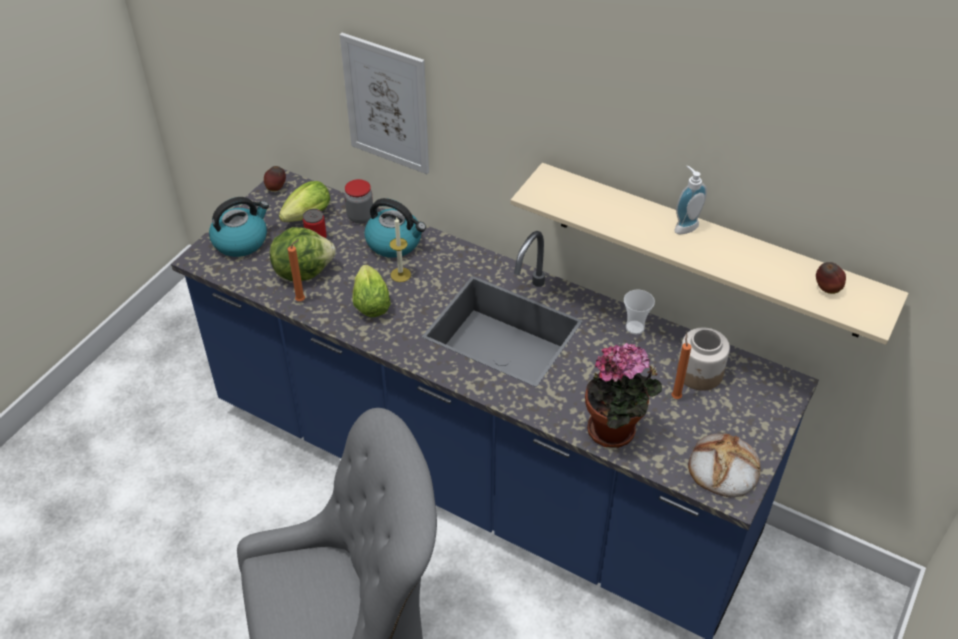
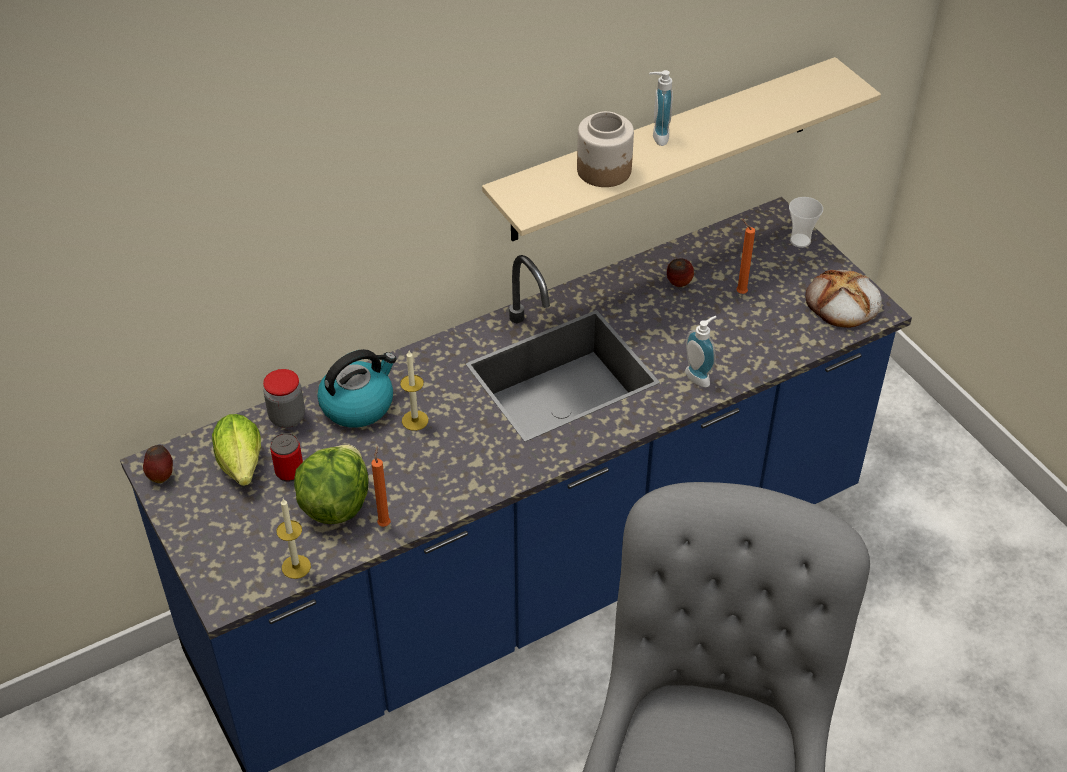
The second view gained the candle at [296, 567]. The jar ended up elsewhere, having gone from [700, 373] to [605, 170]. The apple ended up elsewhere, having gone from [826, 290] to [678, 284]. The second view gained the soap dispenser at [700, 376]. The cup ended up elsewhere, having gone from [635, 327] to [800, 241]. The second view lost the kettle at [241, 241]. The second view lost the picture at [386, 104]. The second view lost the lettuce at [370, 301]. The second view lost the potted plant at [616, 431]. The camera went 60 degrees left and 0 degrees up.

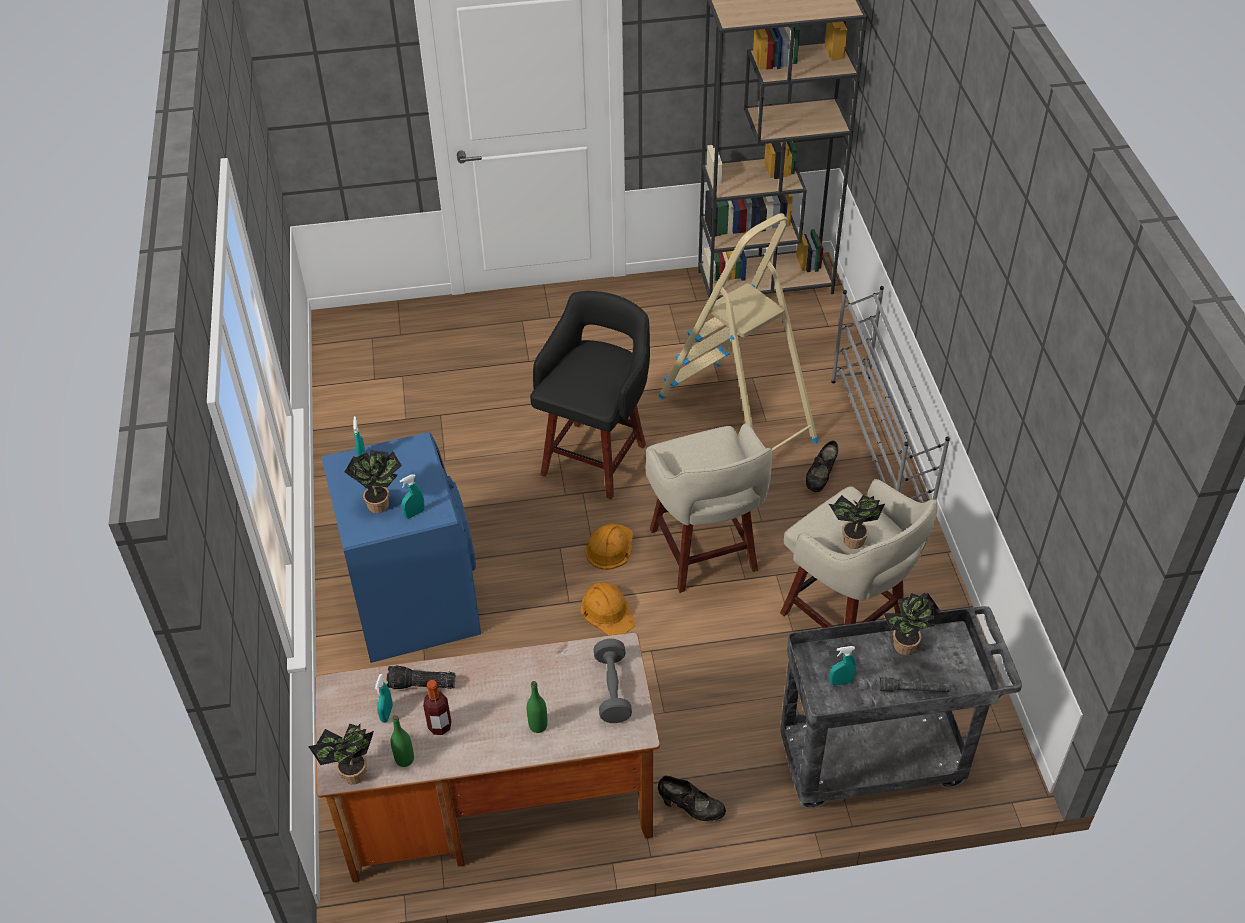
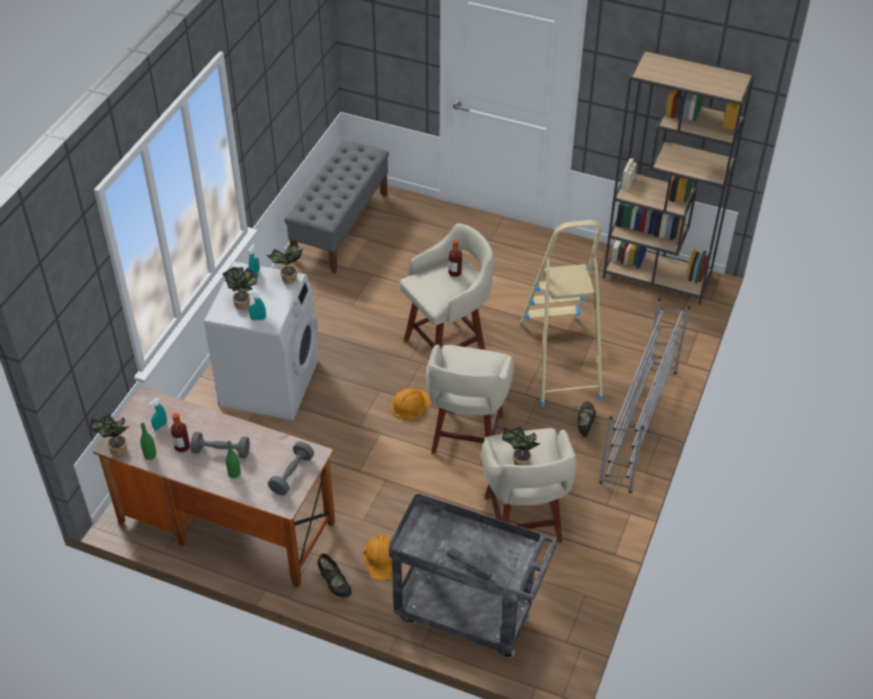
The second view gained the dumbbell (grey) at [221, 451]. What was the washing machine (blue) at [416, 600] turned into the washing machine (white) at [271, 382]. The potted plant ended up elsewhere, having gone from [905, 649] to [288, 280]. The second view gained the bench (grey) at [340, 226]. The hard hat (orange) ended up elsewhere, having gone from [607, 611] to [382, 558]. What was the stool (black) at [596, 457] turned into the stool (beige) at [448, 344]. The second view gained the bottle at [455, 273]. The shoe (black) at [820, 476] ended up facing another way, 135 degrees clockwise from before. The second view lost the flashlight at [421, 685]. The second view lost the spray bottle (turquoise) at [840, 682]. The camera went 30 degrees right and 0 degrees up.

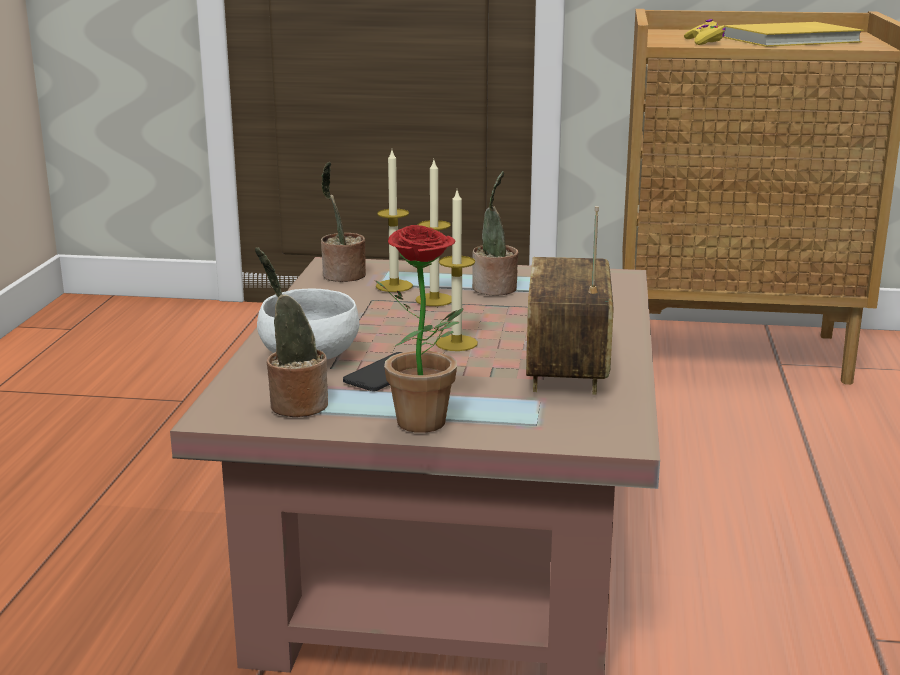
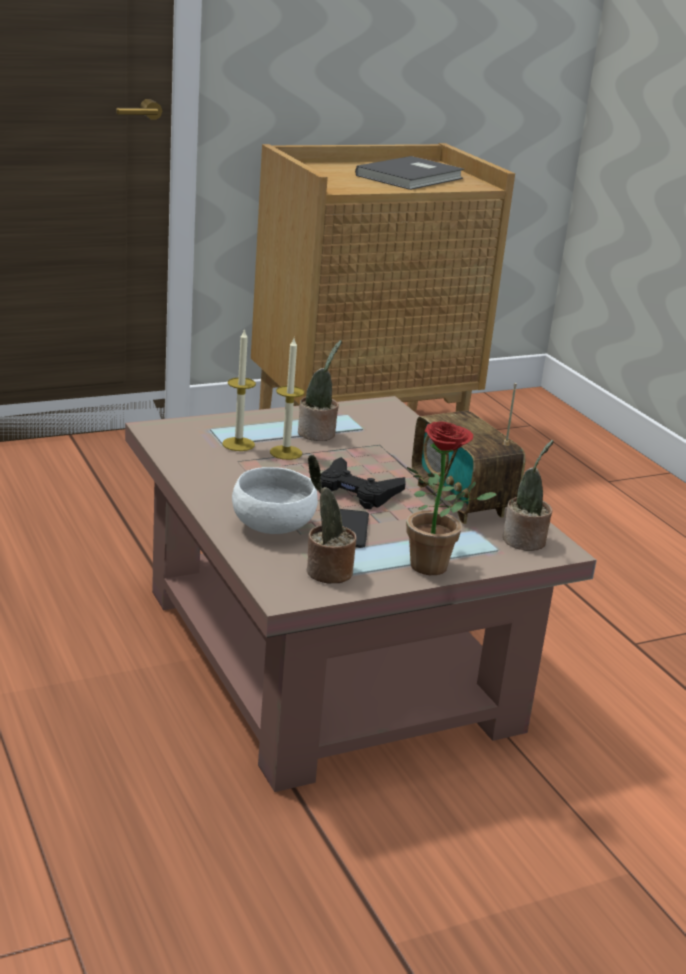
Where the candle stood at [456, 343], the game controller (black) came to stand at [357, 491]. What was the book (yellow) at [794, 40] turned into the book (grey) at [412, 177]. The potted plant ended up elsewhere, having gone from [342, 276] to [525, 542]. The second view lost the game controller (yellow) at [704, 42]. The camera went 35 degrees left and 5 degrees up.

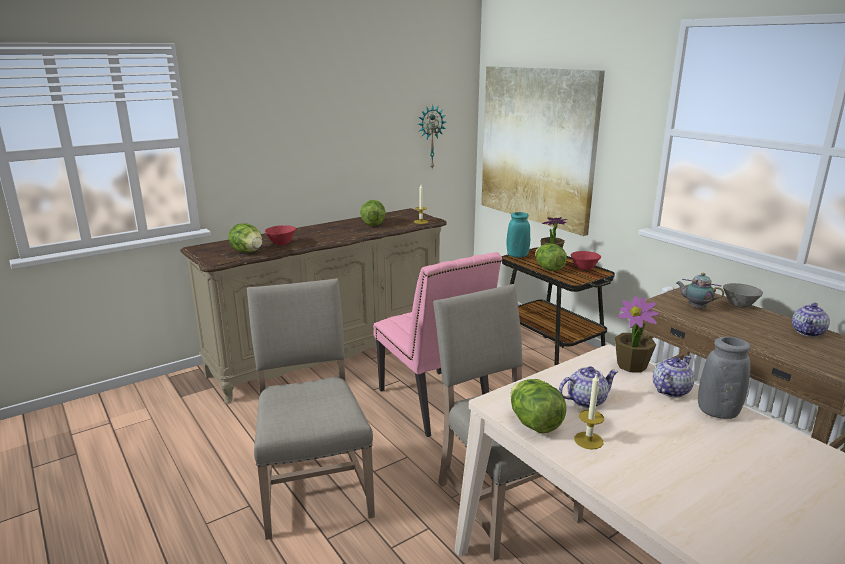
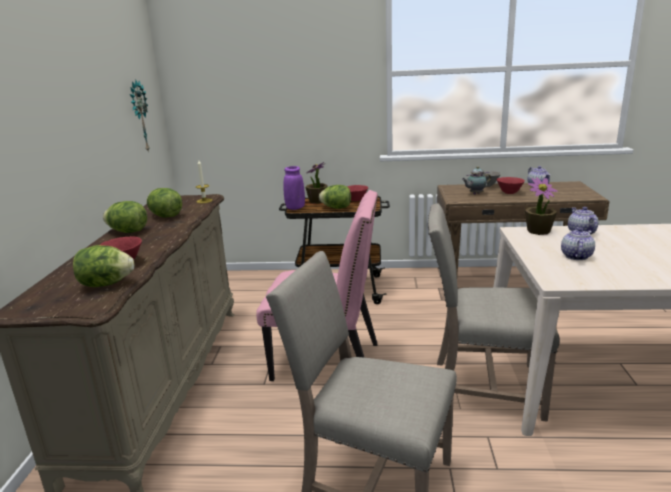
The lettuce ended up elsewhere, having gone from [534, 424] to [128, 232]. What was the vase (turquoise) at [517, 256] turned into the vase (purple) at [295, 208]. The second view gained the bowl (red) at [509, 193]. The second view lost the picture at [537, 146]. The second view lost the candle at [588, 440]. The second view lost the vase (grey) at [717, 412]. The camera went 50 degrees left and 0 degrees up.

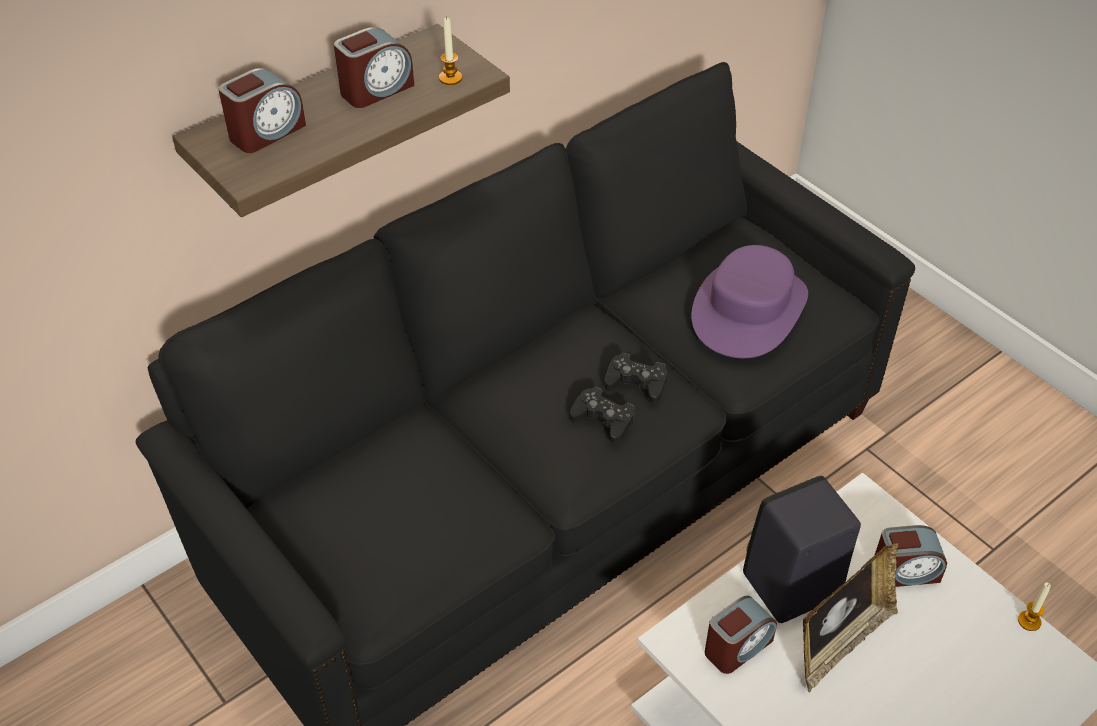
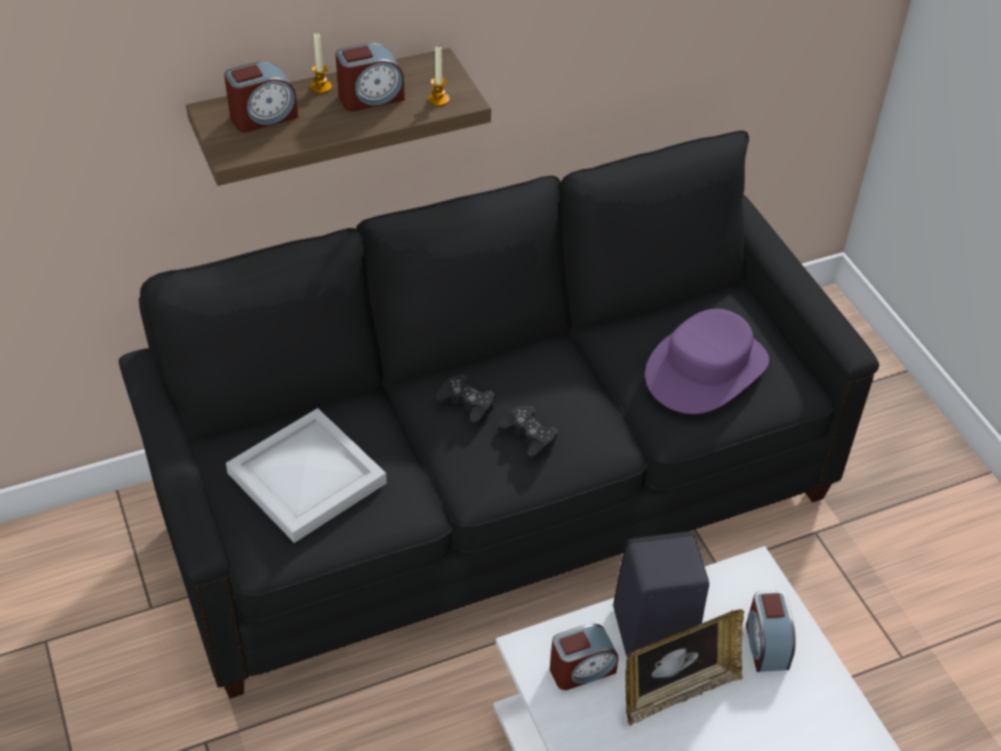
The second view gained the tray (white) at [304, 478]. The candle ended up elsewhere, having gone from [1029, 621] to [321, 87]. The game controller (black) ended up elsewhere, having gone from [636, 383] to [466, 405]. The alarm clock at [905, 571] ended up facing another way, 75 degrees clockwise from before. The camera went 15 degrees right and 0 degrees up.

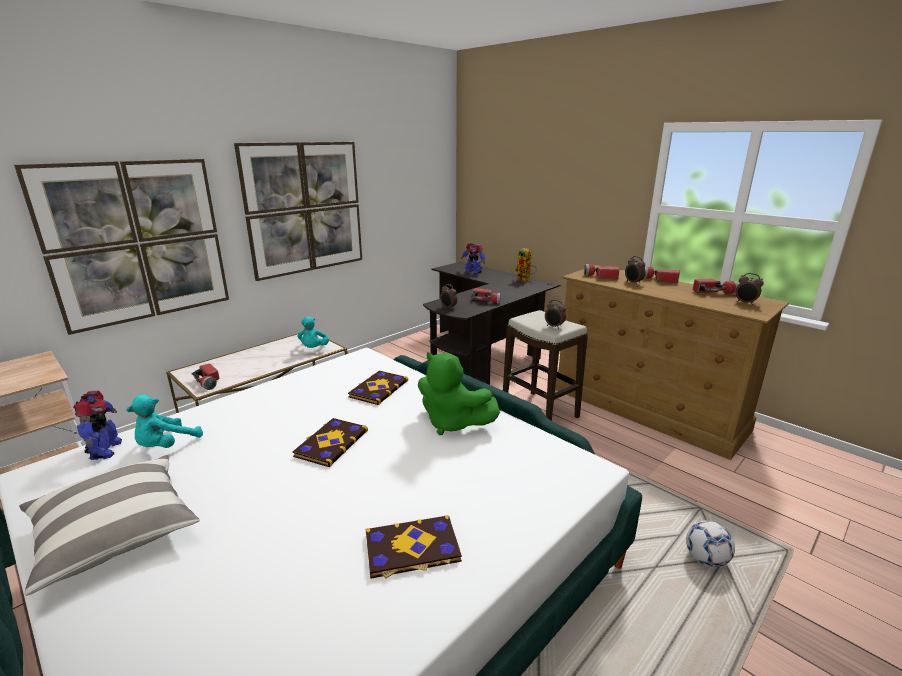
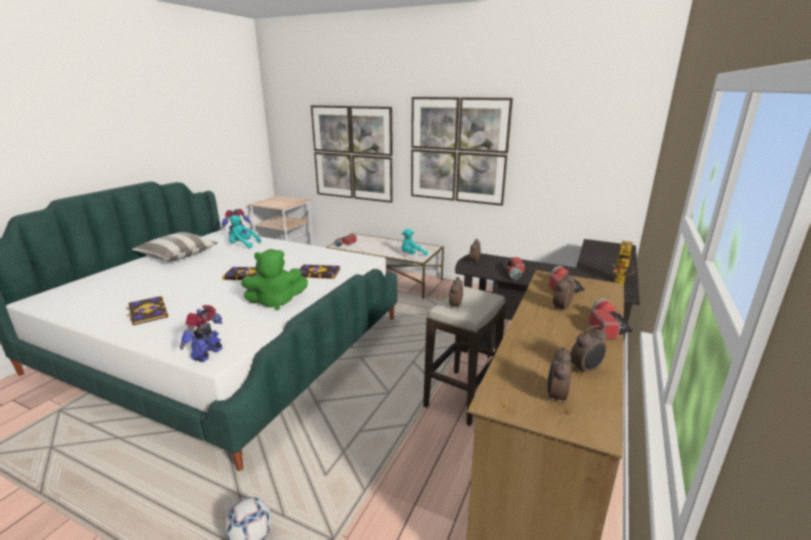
The toy robot ended up elsewhere, having gone from [473, 272] to [208, 354]. The plush toy (green) at [452, 423] ended up facing another way, 120 degrees counterclockwise from before. Where the flashlight stood at [714, 293], the alarm clock came to stand at [586, 370]. The camera went 70 degrees right and 0 degrees up.

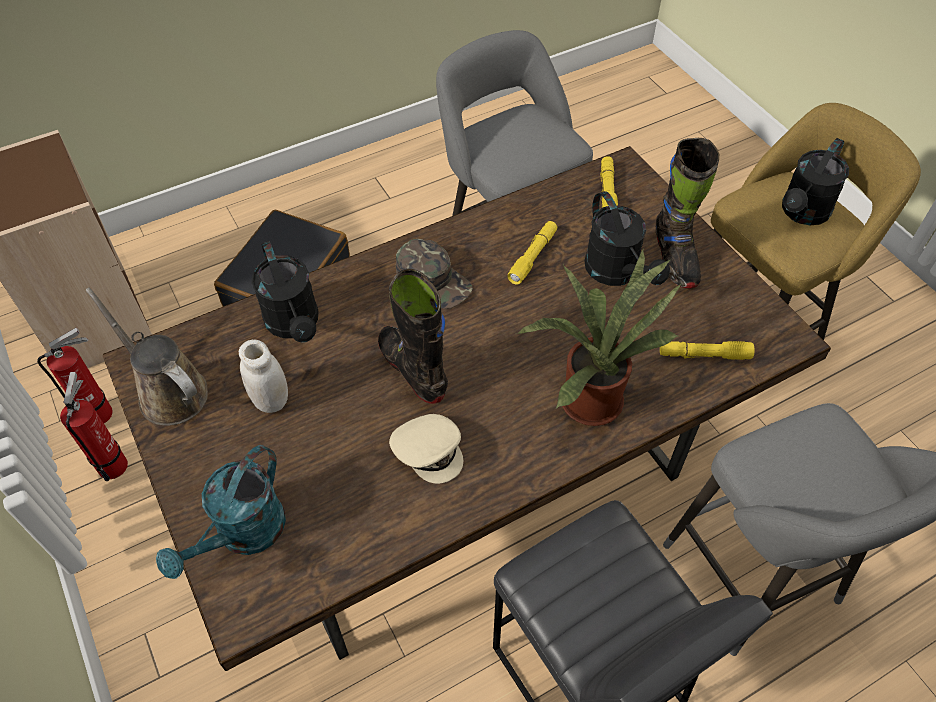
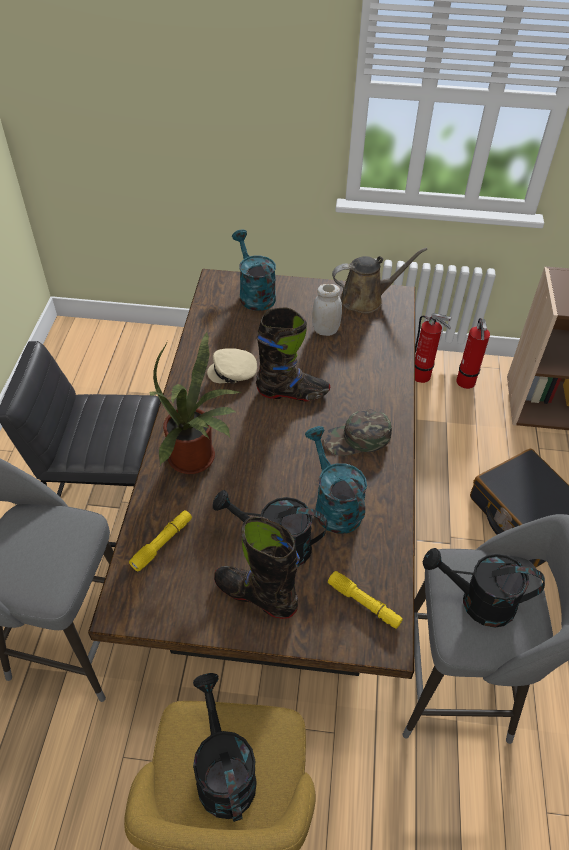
Where the flashlight (yellow) stood at [533, 257], the watering can (turquoise) came to stand at [333, 505]. The watering can (black) ended up elsewhere, having gone from [295, 324] to [477, 602]. The camera went 125 degrees right and 5 degrees down.

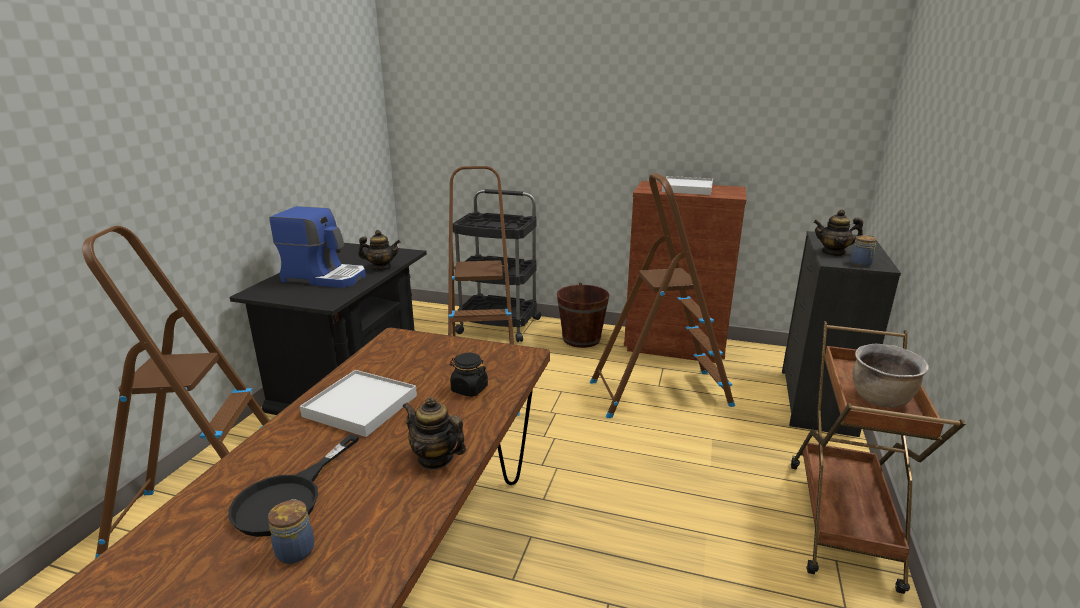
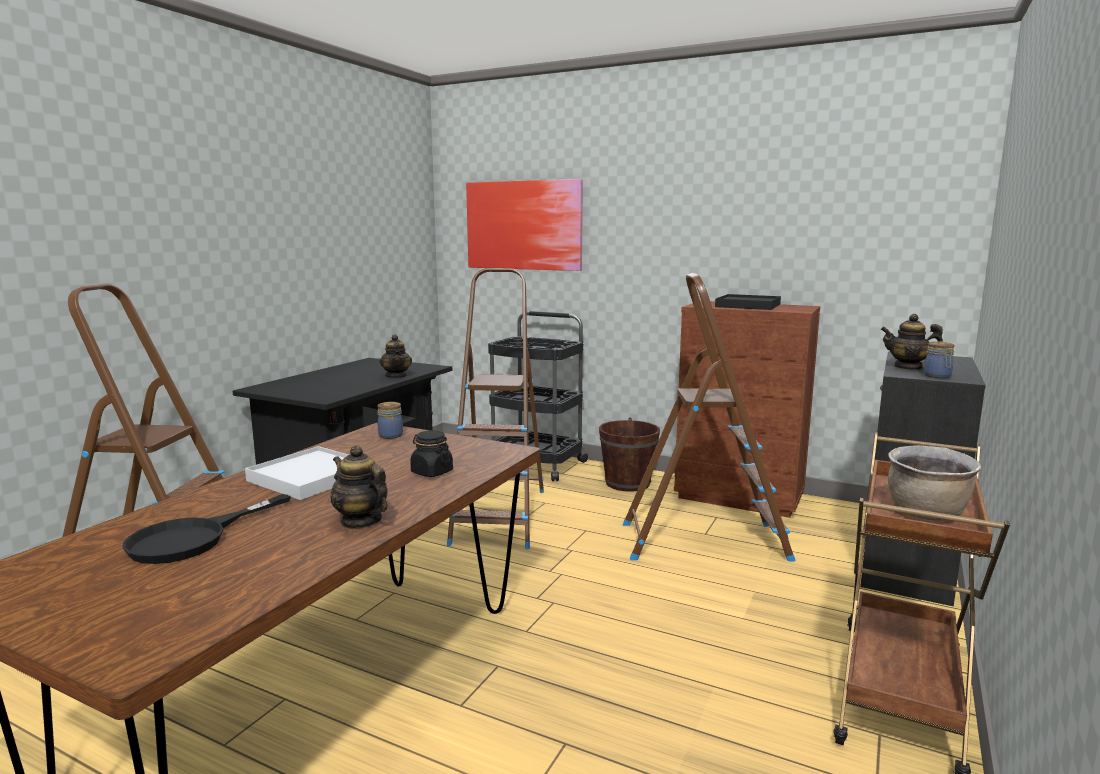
The jar ended up elsewhere, having gone from [296, 549] to [391, 435]. The teapot at [381, 267] ended up facing another way, 60 degrees clockwise from before. The second view gained the picture at [524, 225]. What was the tray (white) at [687, 188] turned into the tray (black) at [747, 305]. The second view lost the coffee machine at [325, 277]. The camera went 10 degrees right and 10 degrees down.

